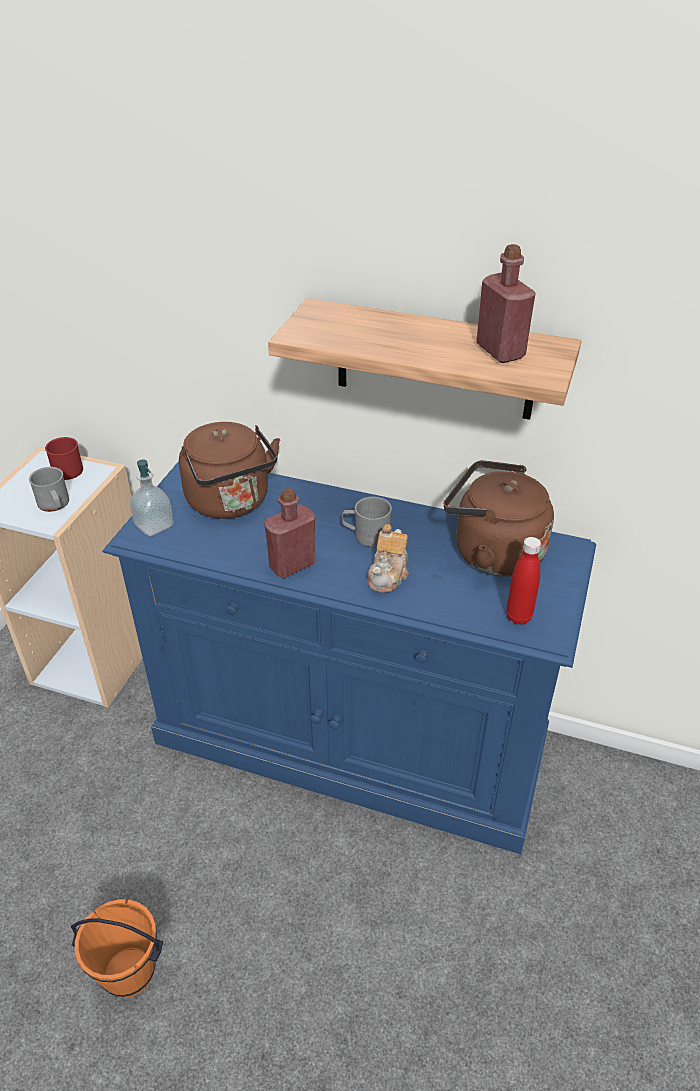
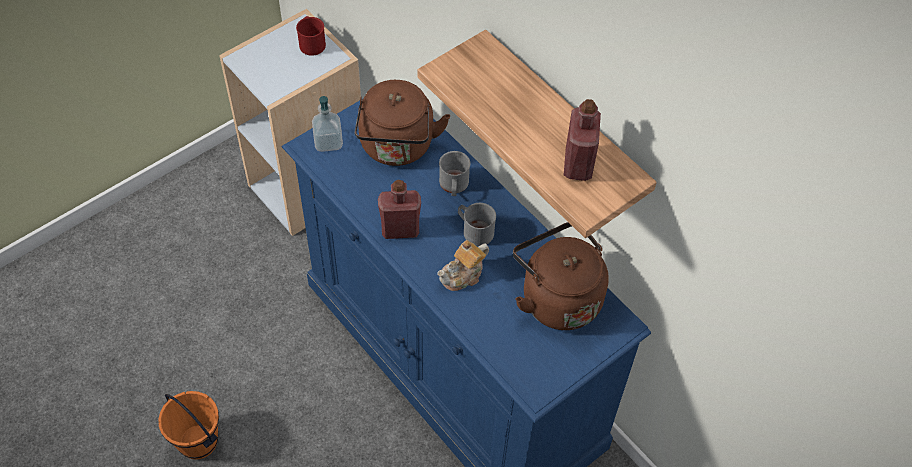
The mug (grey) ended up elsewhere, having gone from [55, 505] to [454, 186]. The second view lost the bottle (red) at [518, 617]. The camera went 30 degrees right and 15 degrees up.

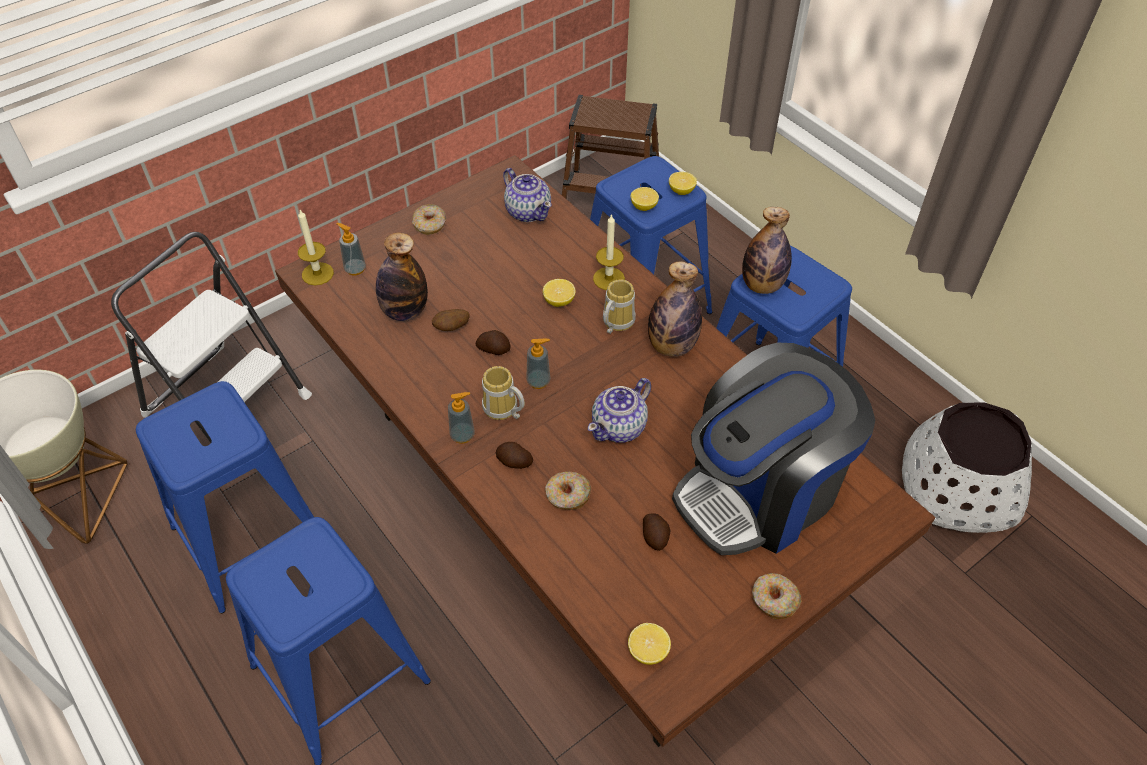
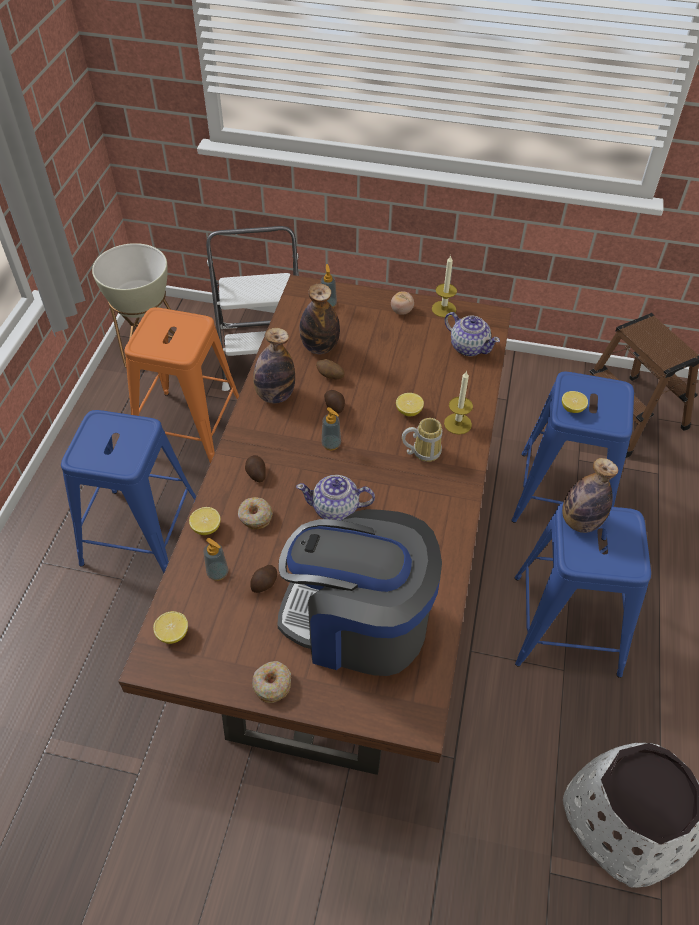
What was the stool (blue) at [251, 537] turned into the stool (orange) at [190, 430]. The lemon ended up elsewhere, having gone from [681, 191] to [206, 528]. The soap dispenser ended up elsewhere, having gone from [462, 435] to [218, 573]. The bottle ended up elsewhere, having gone from [671, 346] to [275, 395]. Where the donut stood at [430, 224], the tomato came to stand at [401, 311]. The candle ended up elsewhere, having gone from [317, 274] to [443, 309]. The teapot at [528, 211] ended up facing another way, 60 degrees counterclockwise from before. The second view lost the mug at [502, 411]. The camera went 50 degrees right and 0 degrees up.

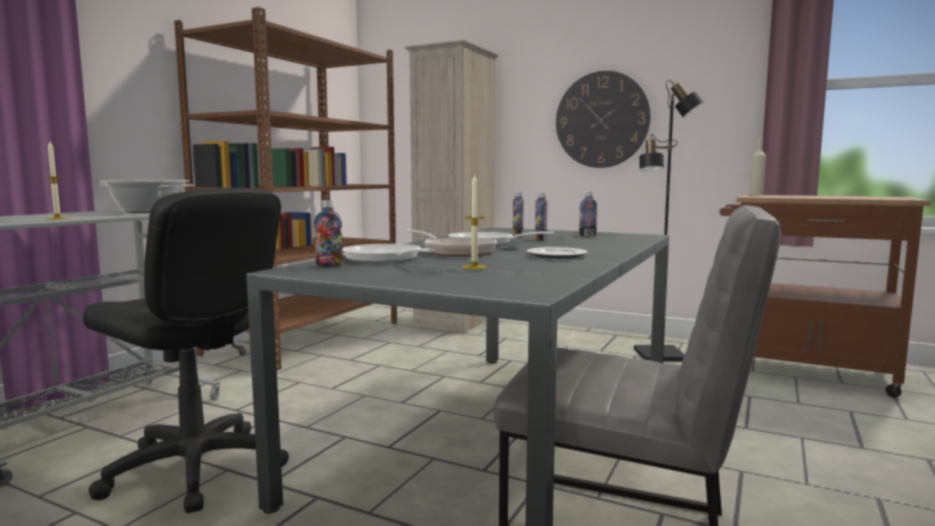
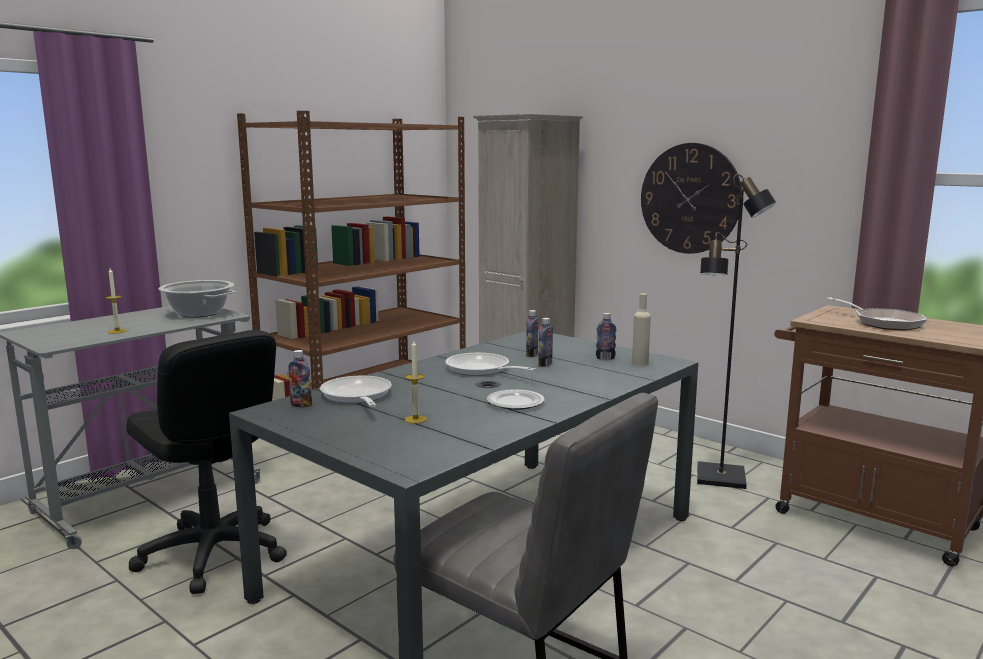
The bottle (beige) ended up elsewhere, having gone from [756, 194] to [640, 363]. The frying pan ended up elsewhere, having gone from [455, 251] to [883, 323]. The camera went 15 degrees right and 5 degrees up.

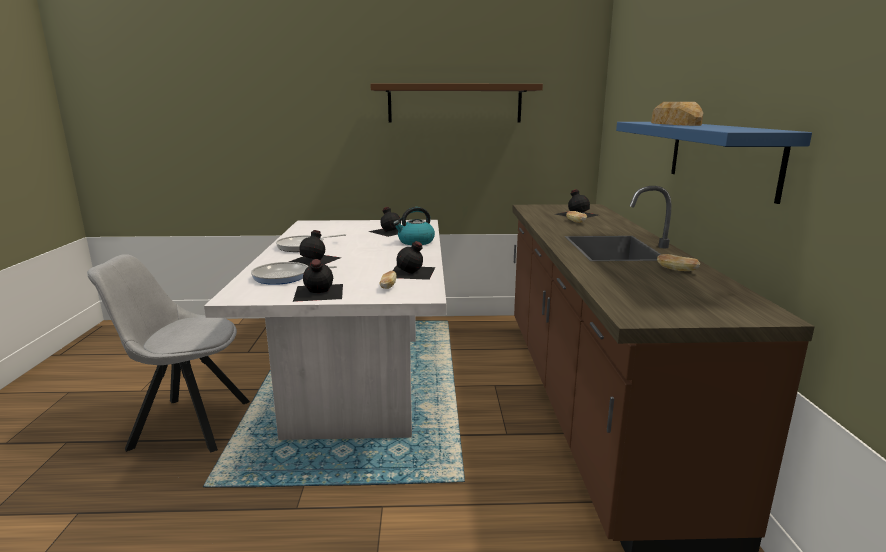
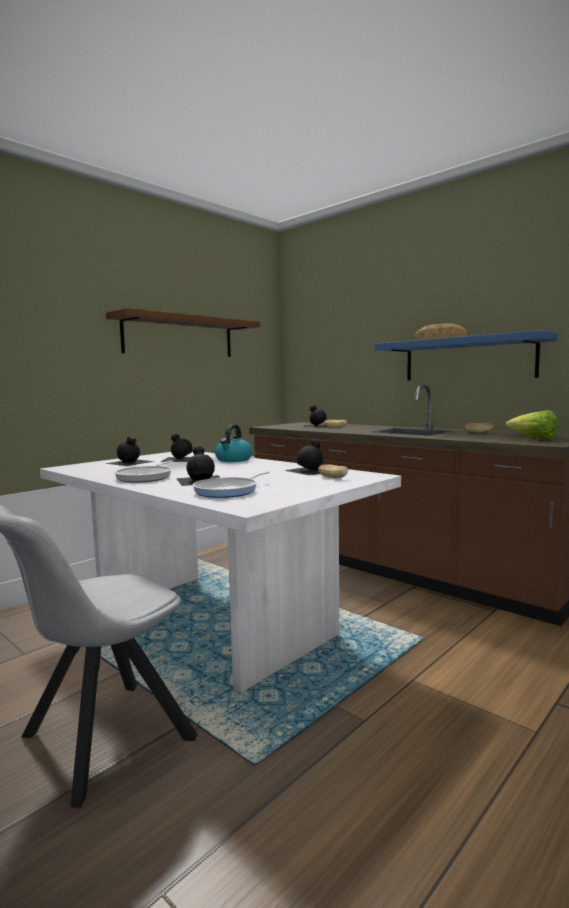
The bottle (black) ended up elsewhere, having gone from [318, 292] to [129, 462]. The second view gained the lettuce at [534, 439]. The camera went 45 degrees left and 10 degrees down.

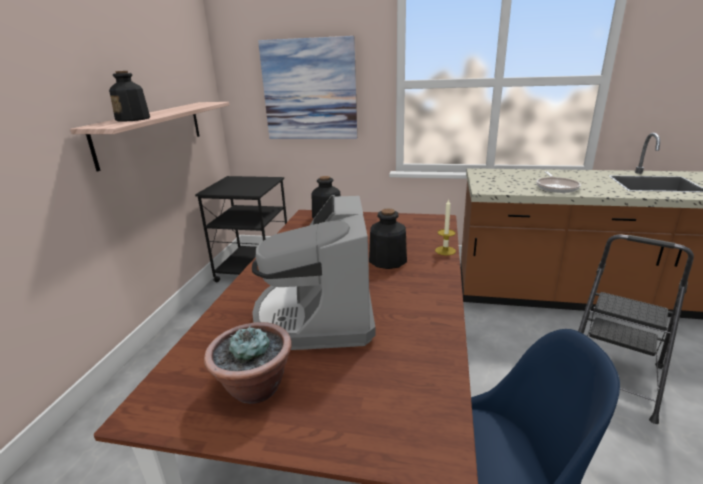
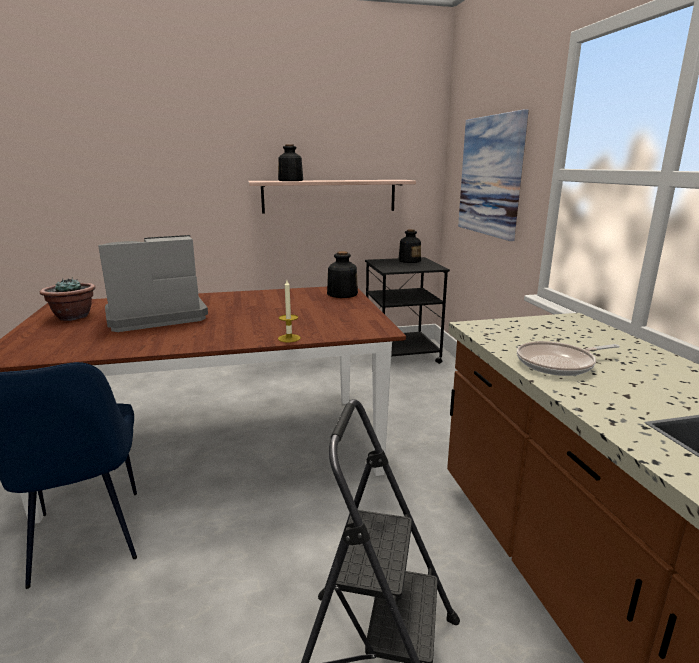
The bottle ended up elsewhere, having gone from [387, 260] to [409, 260]. The camera went 65 degrees right and 5 degrees down.

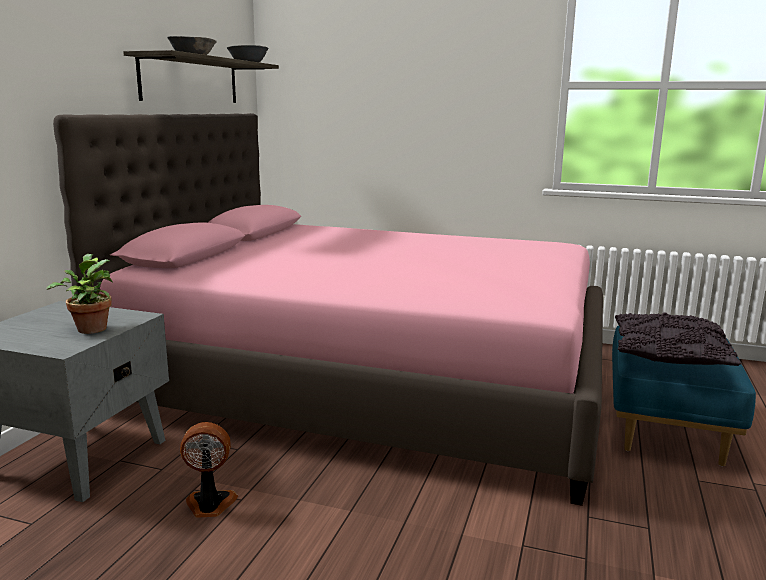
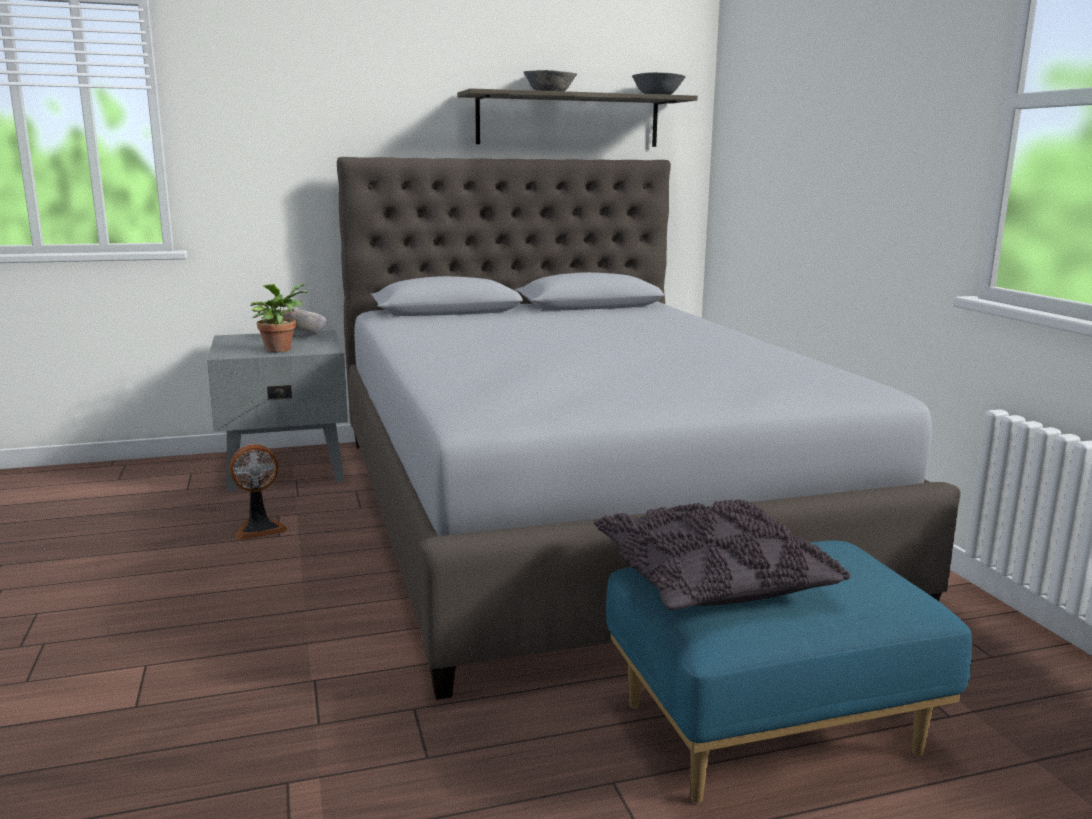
The fan at [210, 505] ended up facing another way, 105 degrees clockwise from before. The second view gained the bowl at [302, 337]. What was the bed (pink) at [367, 382] turned into the bed (grey) at [580, 512]. The camera went 55 degrees right and 0 degrees up.

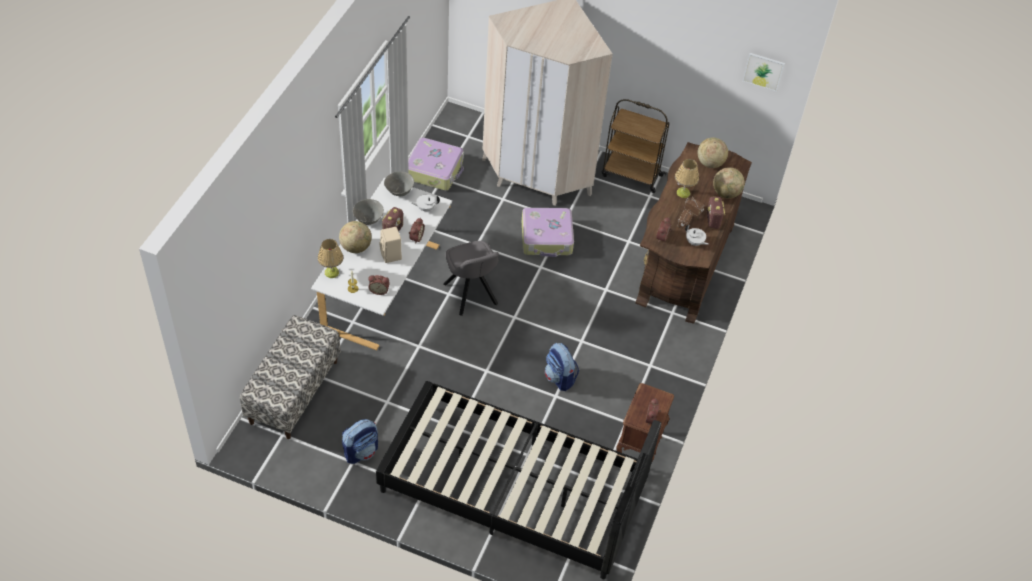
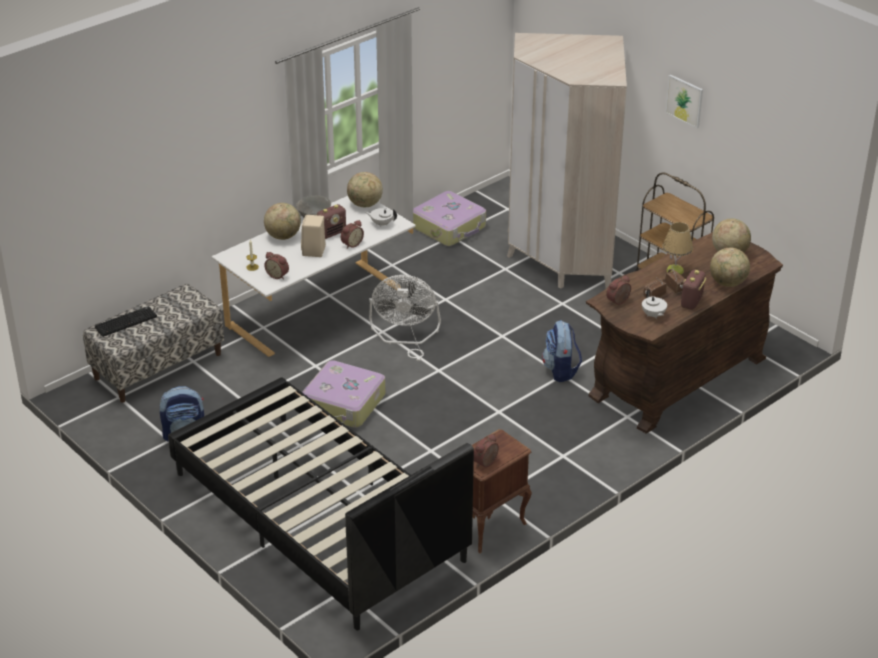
The second view gained the keyboard at [126, 321]. The suitcase ended up elsewhere, having gone from [547, 238] to [344, 404]. Where the bowl (grey) stood at [399, 192], the globe came to stand at [365, 205]. Where the chair (grey) stood at [471, 294], the fan (white) came to stand at [406, 338]. The backpack ended up elsewhere, having gone from [560, 378] to [561, 370]. The picture ended up elsewhere, having gone from [763, 71] to [684, 101]. The second view lost the table lamp at [331, 272]. The camera went 30 degrees right and 15 degrees down.

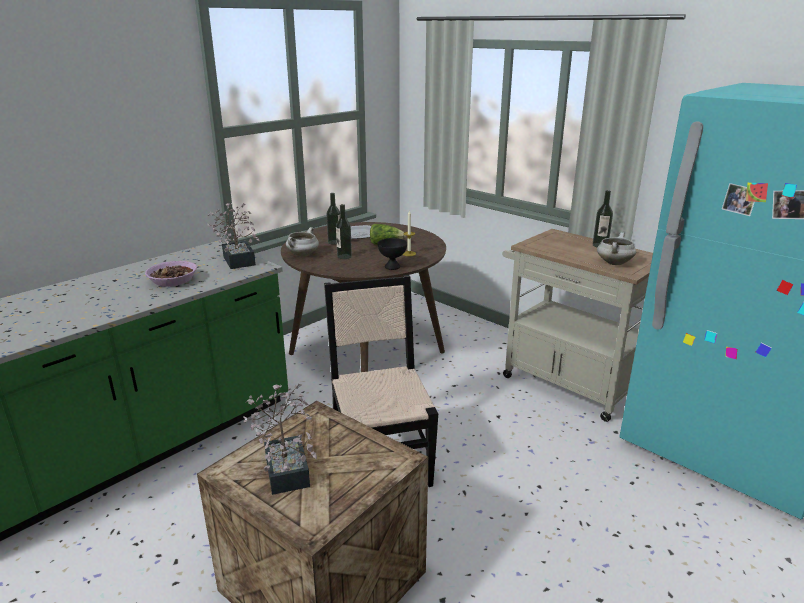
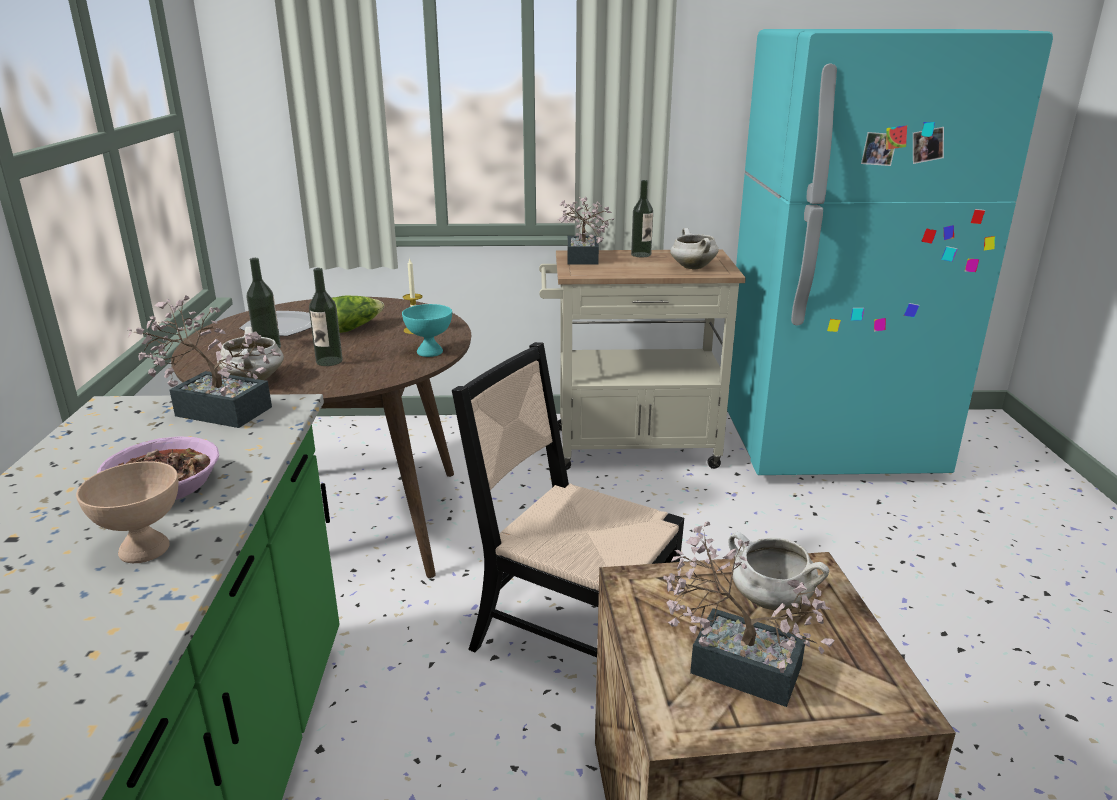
The second view gained the bowl (beige) at [145, 550]. What was the bowl (black) at [392, 267] turned into the bowl (turquoise) at [430, 352]. The second view gained the potted plant at [581, 260]. The second view gained the cooking pot (white) at [769, 601]. The camera went 45 degrees left and 0 degrees up.

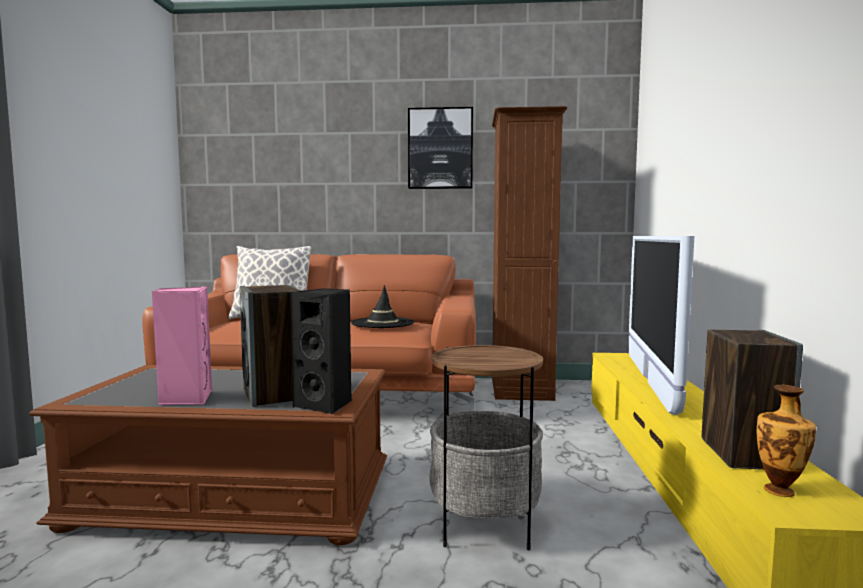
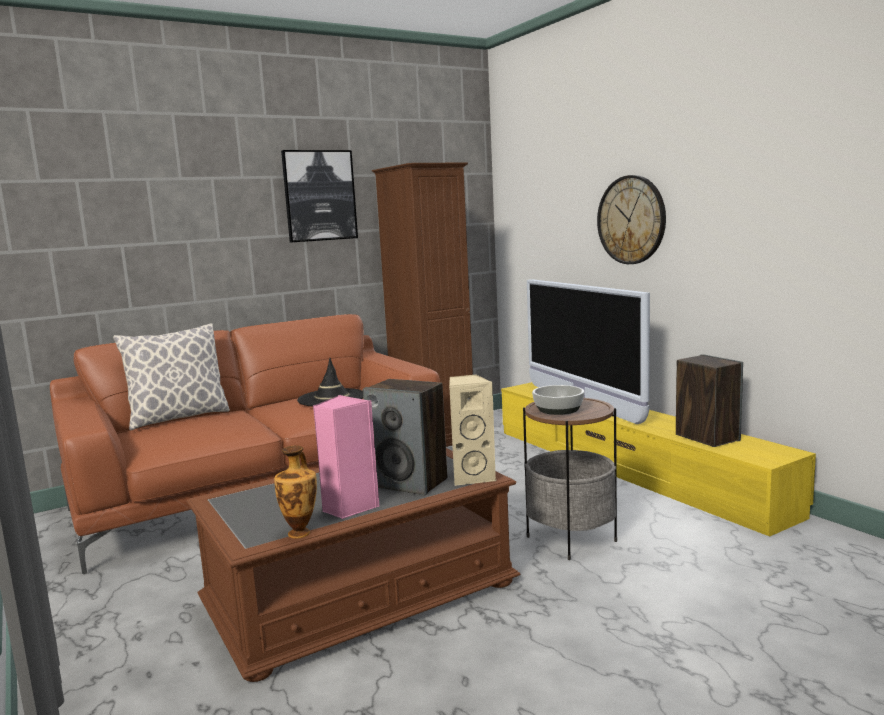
The vase ended up elsewhere, having gone from [780, 490] to [300, 532]. What was the speaker (black) at [326, 404] turned into the speaker (beige) at [472, 477]. The second view gained the bowl at [557, 409]. The second view gained the wall clock at [631, 220]. The camera went 35 degrees left and 5 degrees up.

